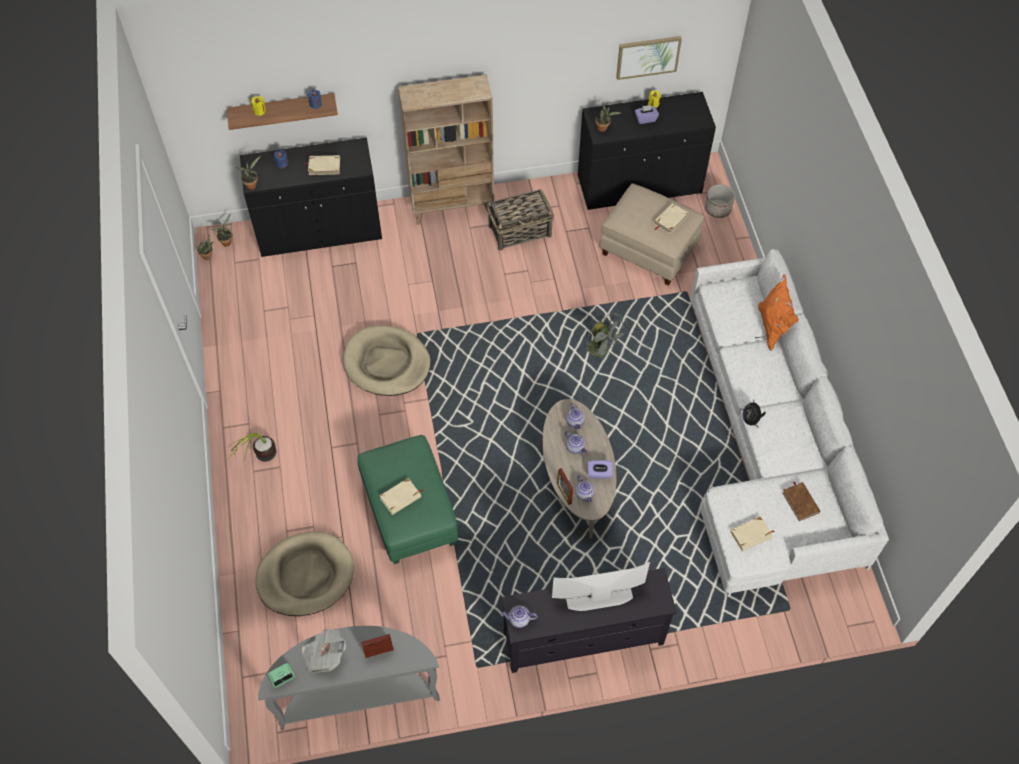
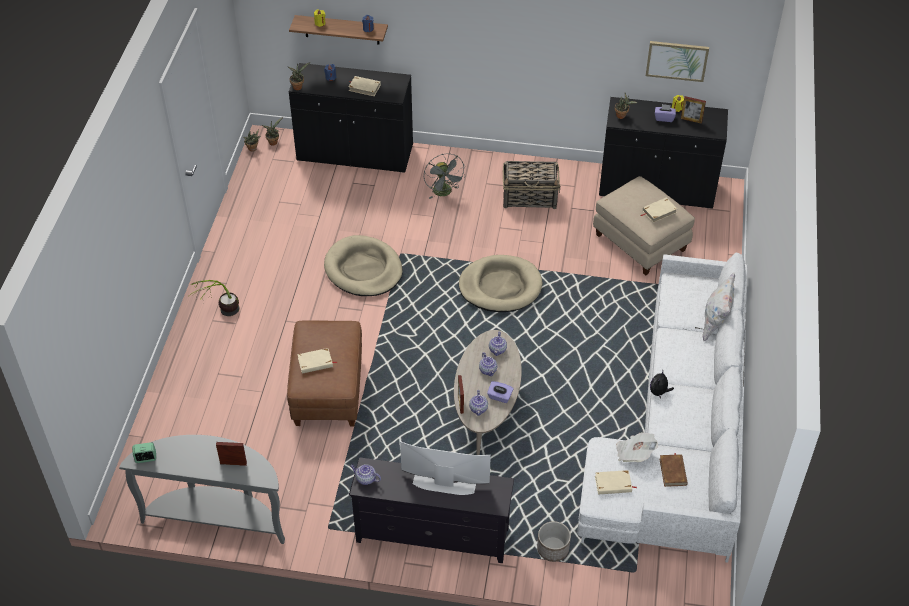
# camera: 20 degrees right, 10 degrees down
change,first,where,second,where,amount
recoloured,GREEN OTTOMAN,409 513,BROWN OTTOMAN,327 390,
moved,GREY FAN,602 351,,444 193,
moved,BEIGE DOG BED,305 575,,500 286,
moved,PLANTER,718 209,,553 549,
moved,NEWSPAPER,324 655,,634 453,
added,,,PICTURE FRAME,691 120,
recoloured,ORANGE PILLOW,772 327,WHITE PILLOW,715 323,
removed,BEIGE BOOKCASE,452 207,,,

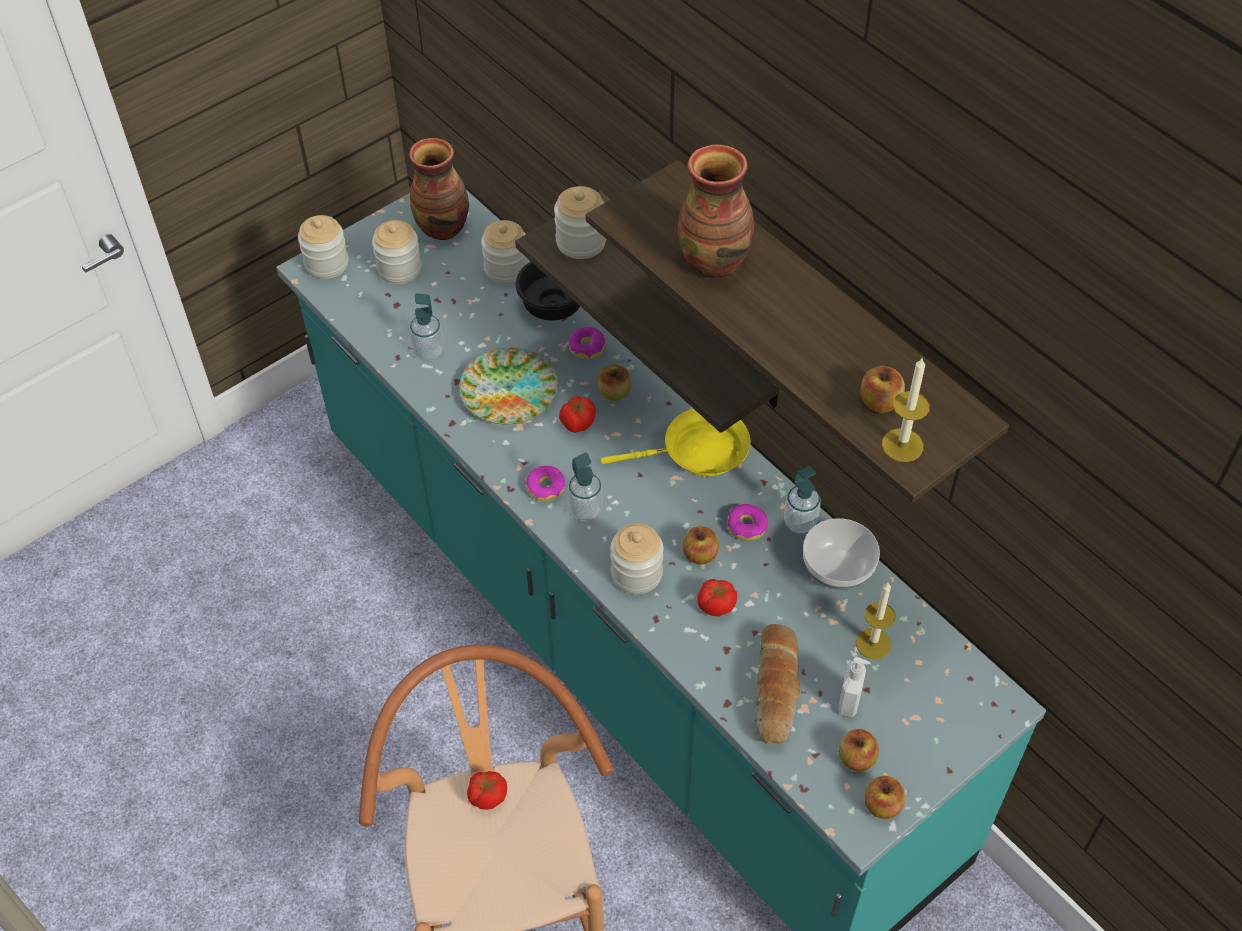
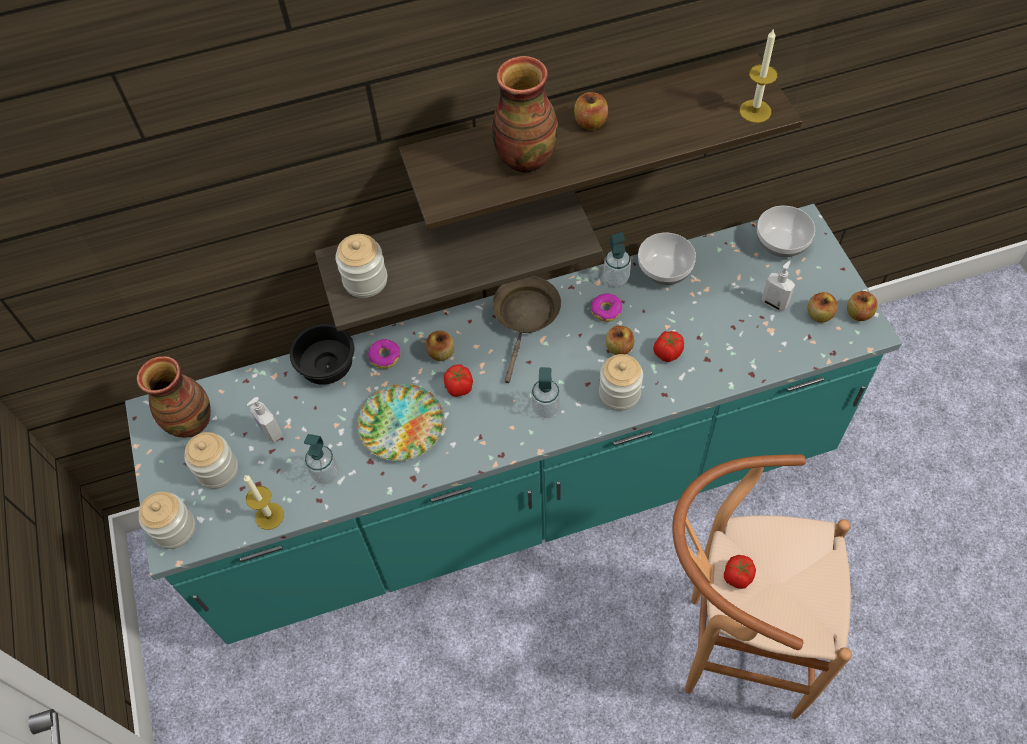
# camera: 65 degrees left, 5 degrees up
change,first,where,second,where,amount
moved,CANDLE,873 643,,269 516,
added,,,SOAP DISPENSER,270 432,
recoloured,YELLOW FRYING PAN,698 453,BROWN FRYING PAN,526 318,
moved,APPLE,879 402,,590 122,
added,,,BOWL,780 243,
removed,JAR,506 269,,,
removed,DONUT,546 487,,,
removed,BREAD,776 691,,,

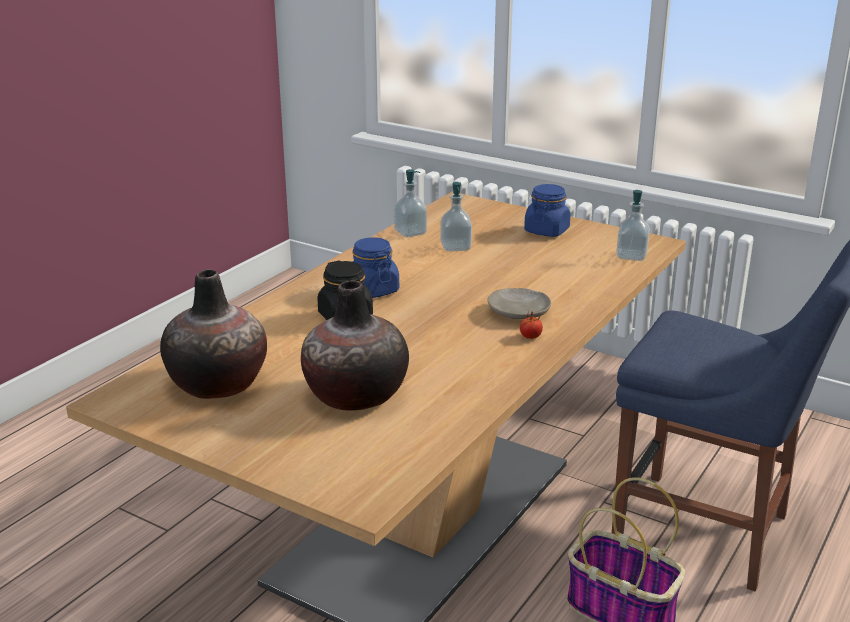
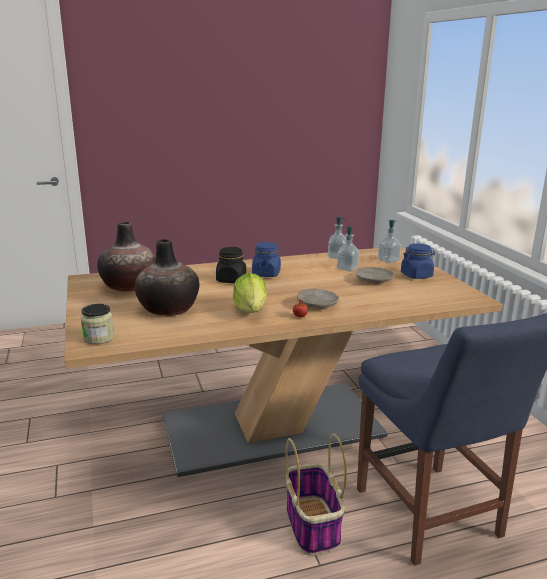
# camera: 40 degrees right, 5 degrees down
change,first,where,second,where,amount
added,,,JAR,98 338,
added,,,LETTUCE,251 310,
added,,,BEIGE PLATE,373 280,
moved,SOAP DISPENSER,631 256,,388 260,

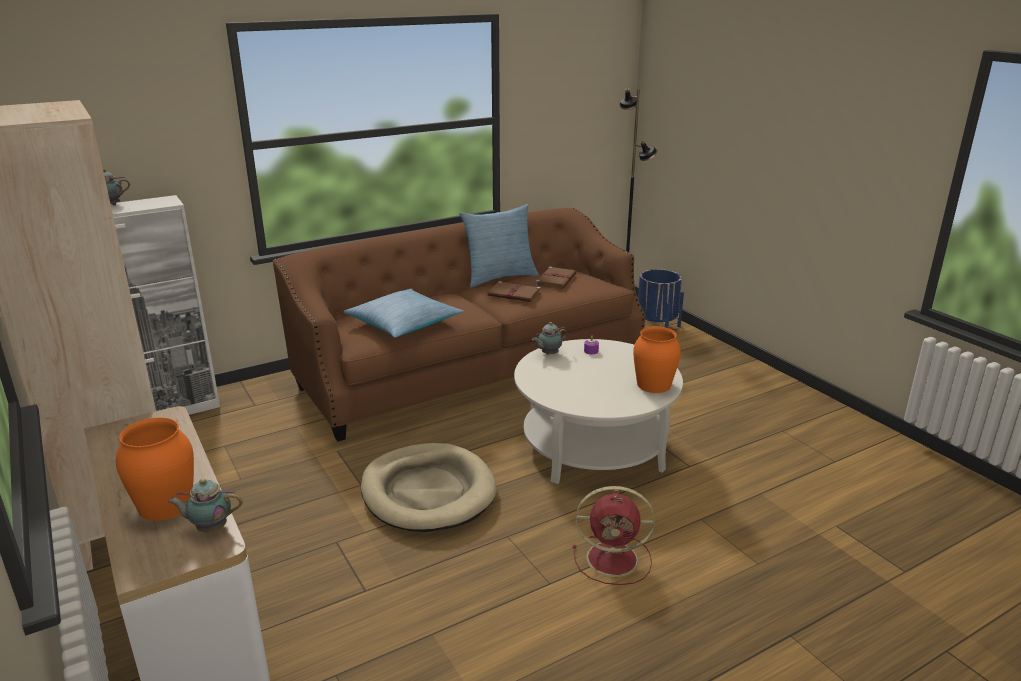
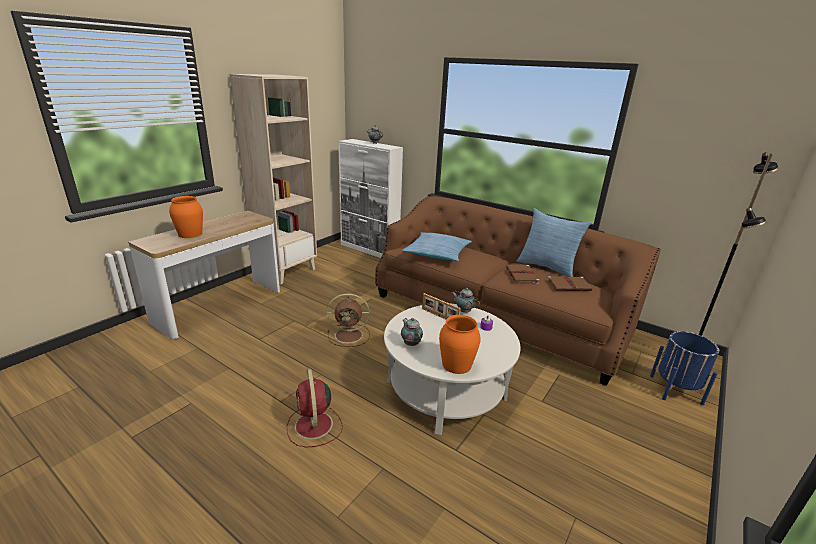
# camera: 65 degrees right, 0 degrees up
change,first,where,second,where,amount
replaced,BEIGE DOG BED,428 492,BROWN FAN,350 335,
moved,TEAPOT,210 528,,410 343,
added,,,PICTURE FRAME,439 316,

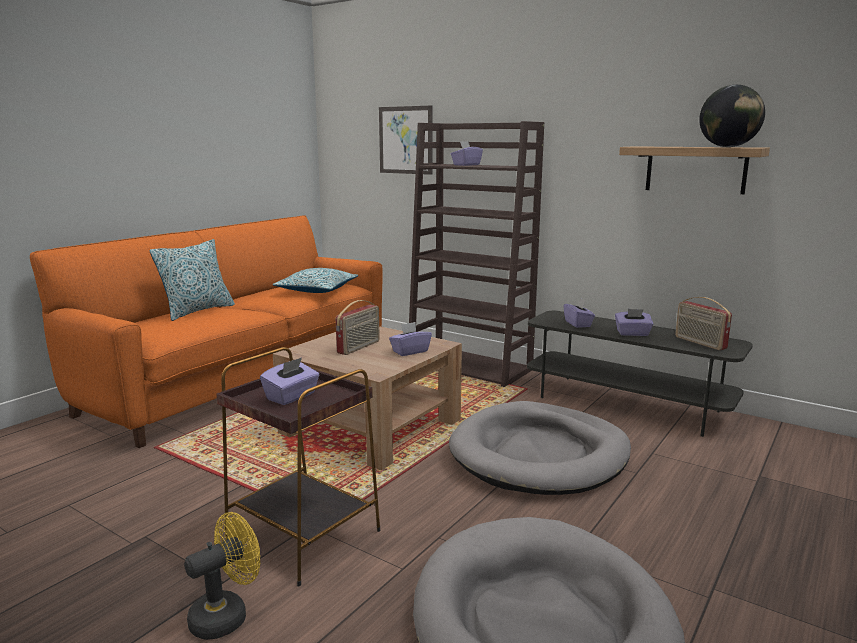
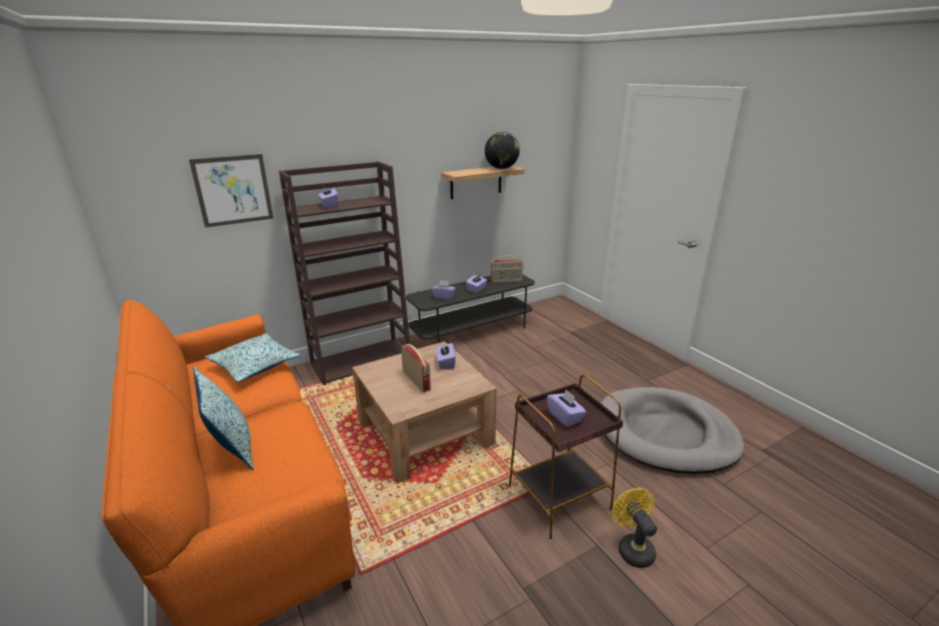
# camera: 65 degrees left, 10 degrees up
change,first,where,second,where,amount
removed,GREY DOG BED,539 454,,,

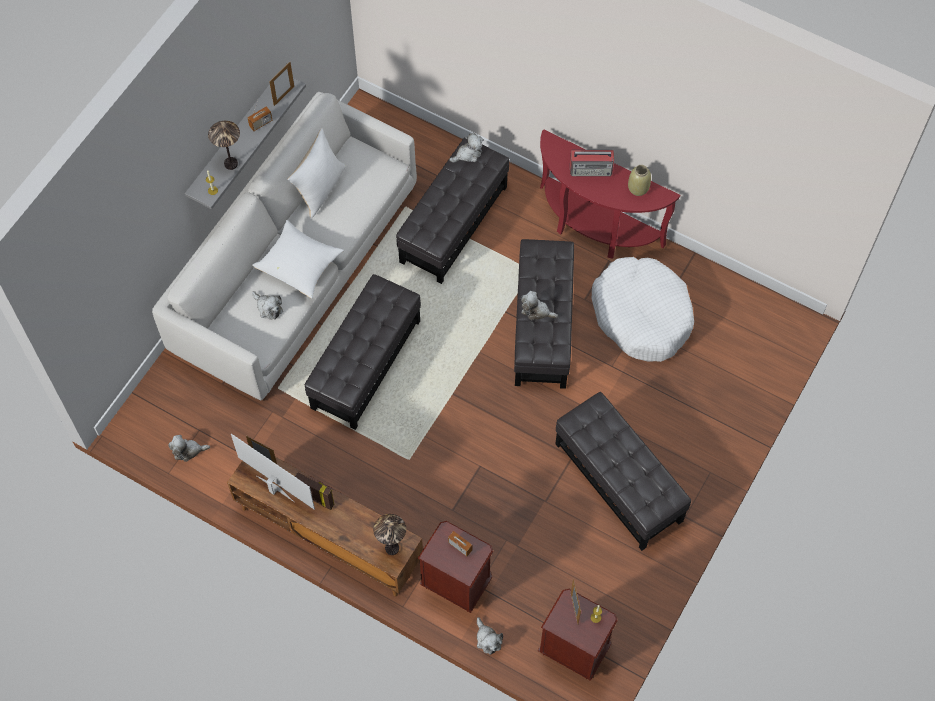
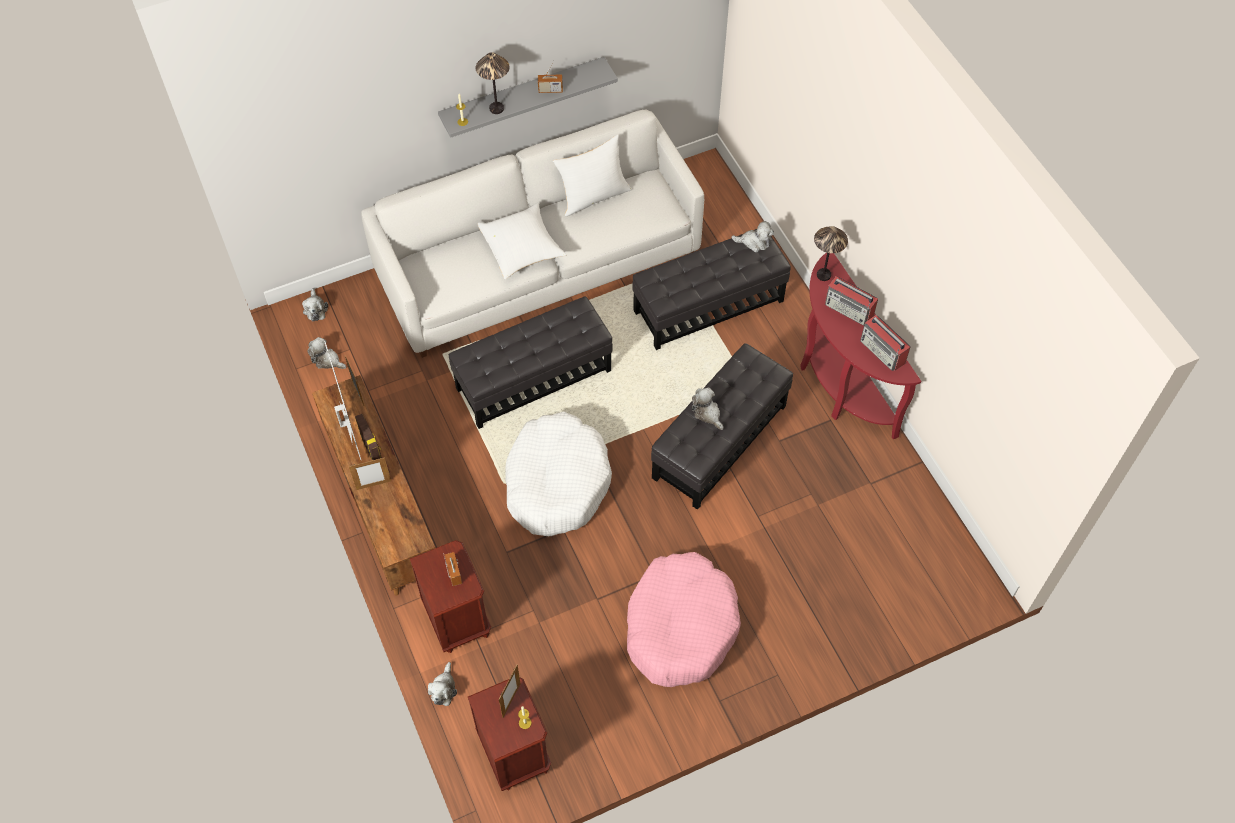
# camera: 35 degrees right, 5 degrees down
change,first,where,second,where,amount
moved,PLUSH TOY,268 308,,315 309,
moved,PICTURE FRAME,284 96,,373 485,
moved,WHITE DOG BED,641 315,,556 482,
replaced,BLACK OTTOMAN,619 482,PINK DOG BED,680 626,
moved,TABLE LAMP,392 548,,823 275,
replaced,BEIGE VASE,638 188,RADIO,883 352,

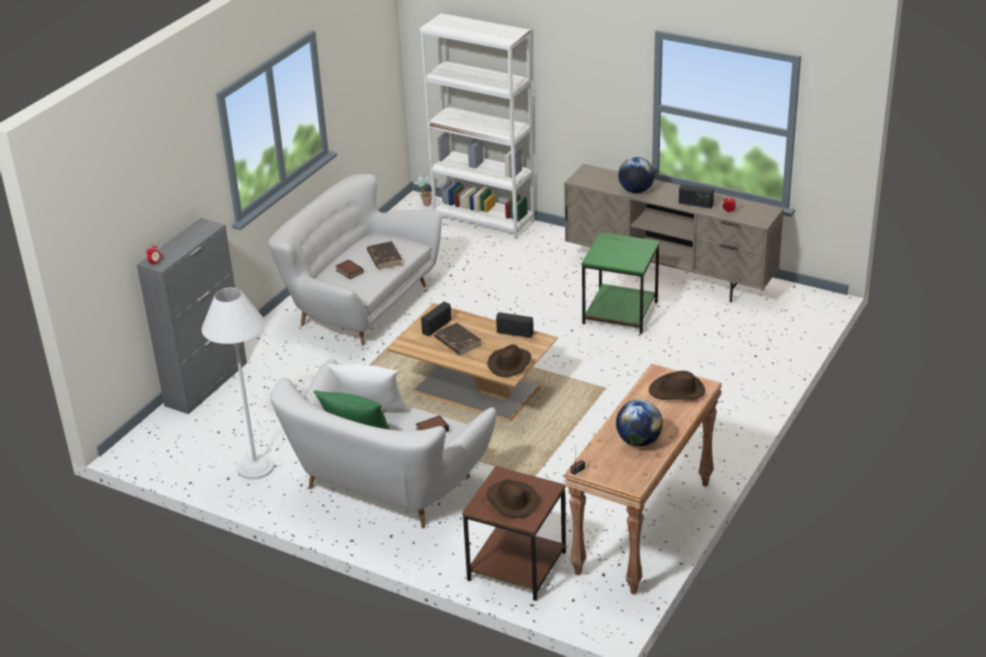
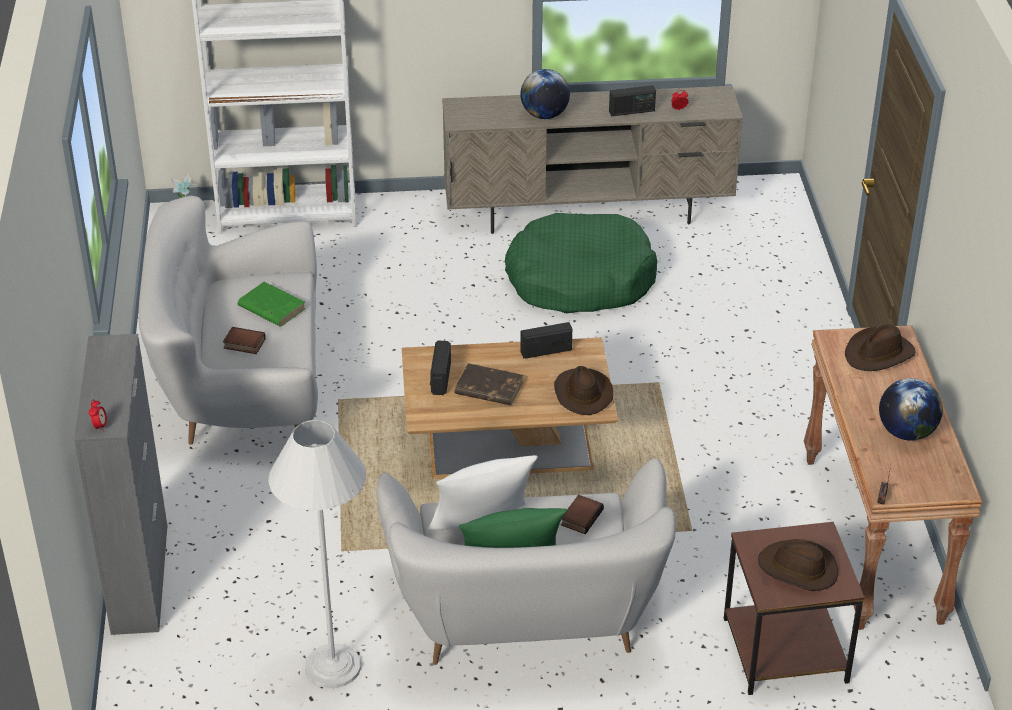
# camera: 35 degrees left, 5 degrees up
change,first,where,second,where,amount
recoloured,BROWN BOOK,384 257,GREEN BOOK,271 307,
replaced,GREEN SIDE TABLE,621 312,GREEN DOG BED,579 279,

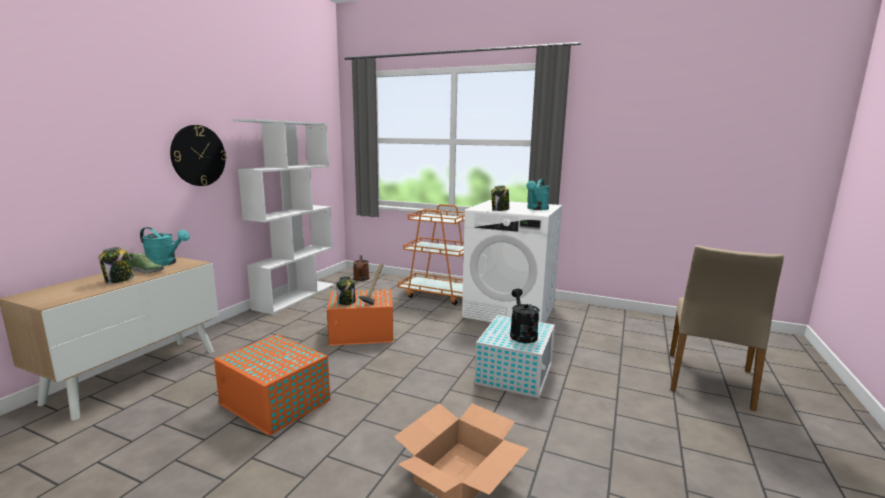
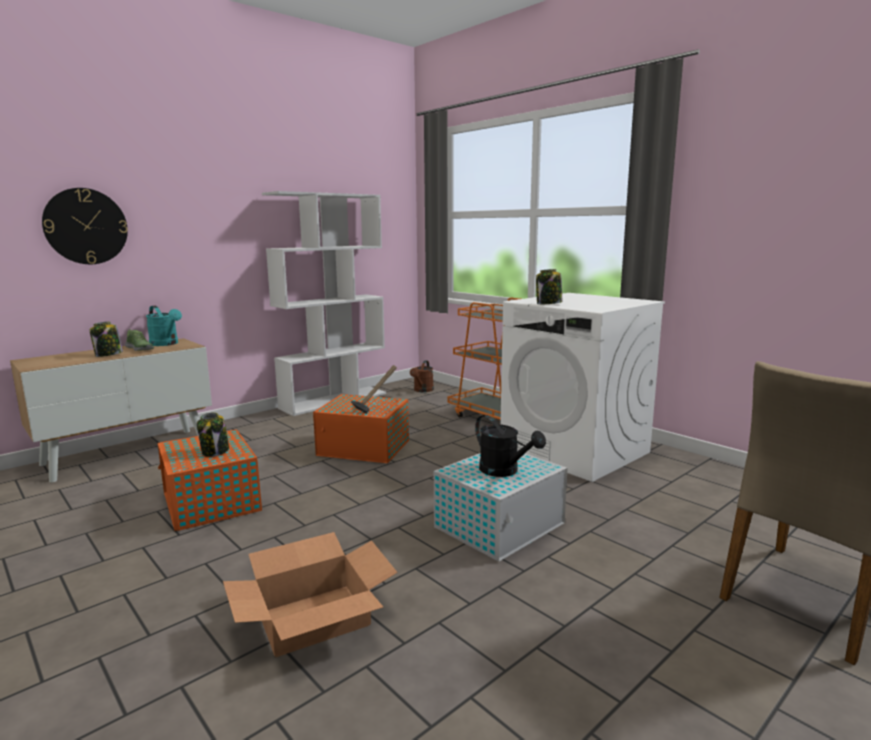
# camera: 25 degrees right, 0 degrees up
change,first,where,second,where,amount
moved,WALL CLOCK,198 155,,86 226,
moved,JAR,346 302,,215 451,
turned,BLACK WATERING CAN,521 334,,504 471,120 degrees clockwise
removed,TURQUOISE WATERING CAN,536 209,,,

